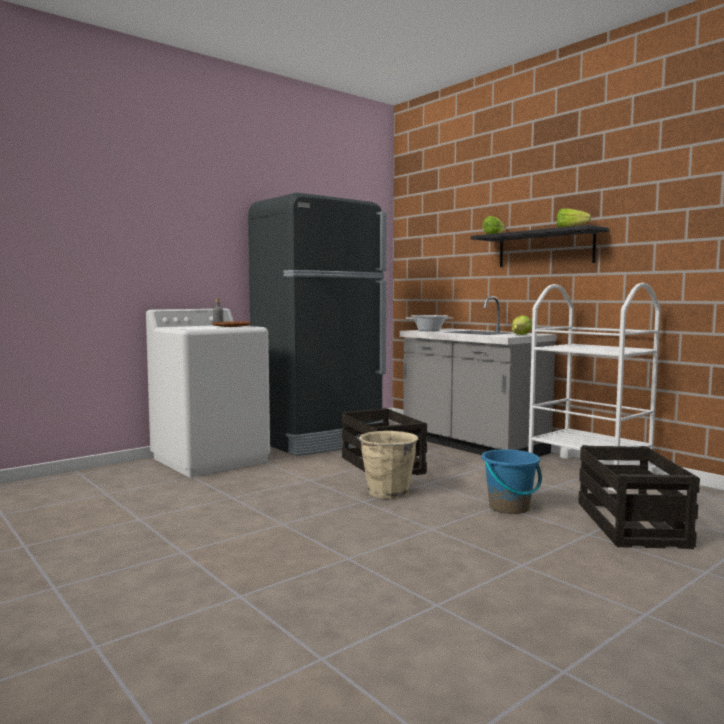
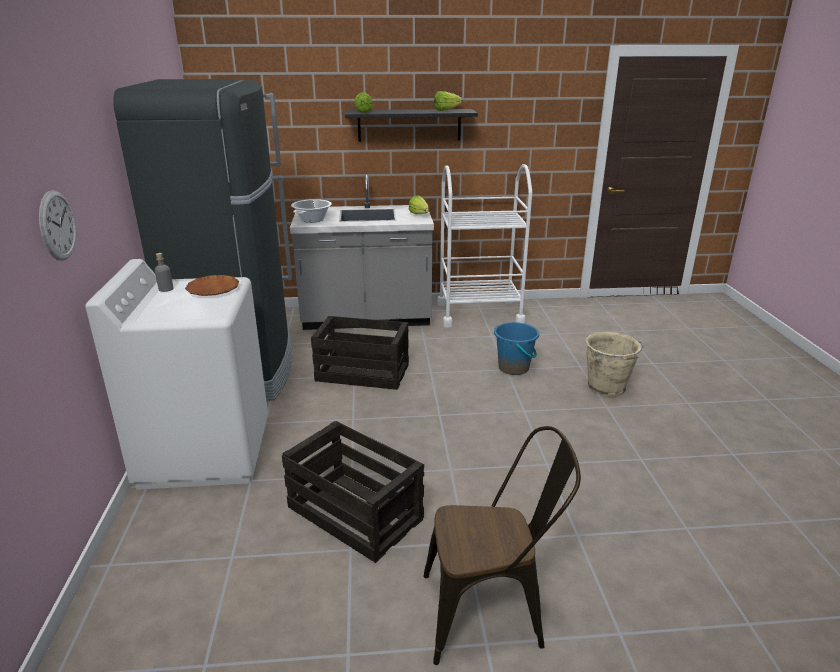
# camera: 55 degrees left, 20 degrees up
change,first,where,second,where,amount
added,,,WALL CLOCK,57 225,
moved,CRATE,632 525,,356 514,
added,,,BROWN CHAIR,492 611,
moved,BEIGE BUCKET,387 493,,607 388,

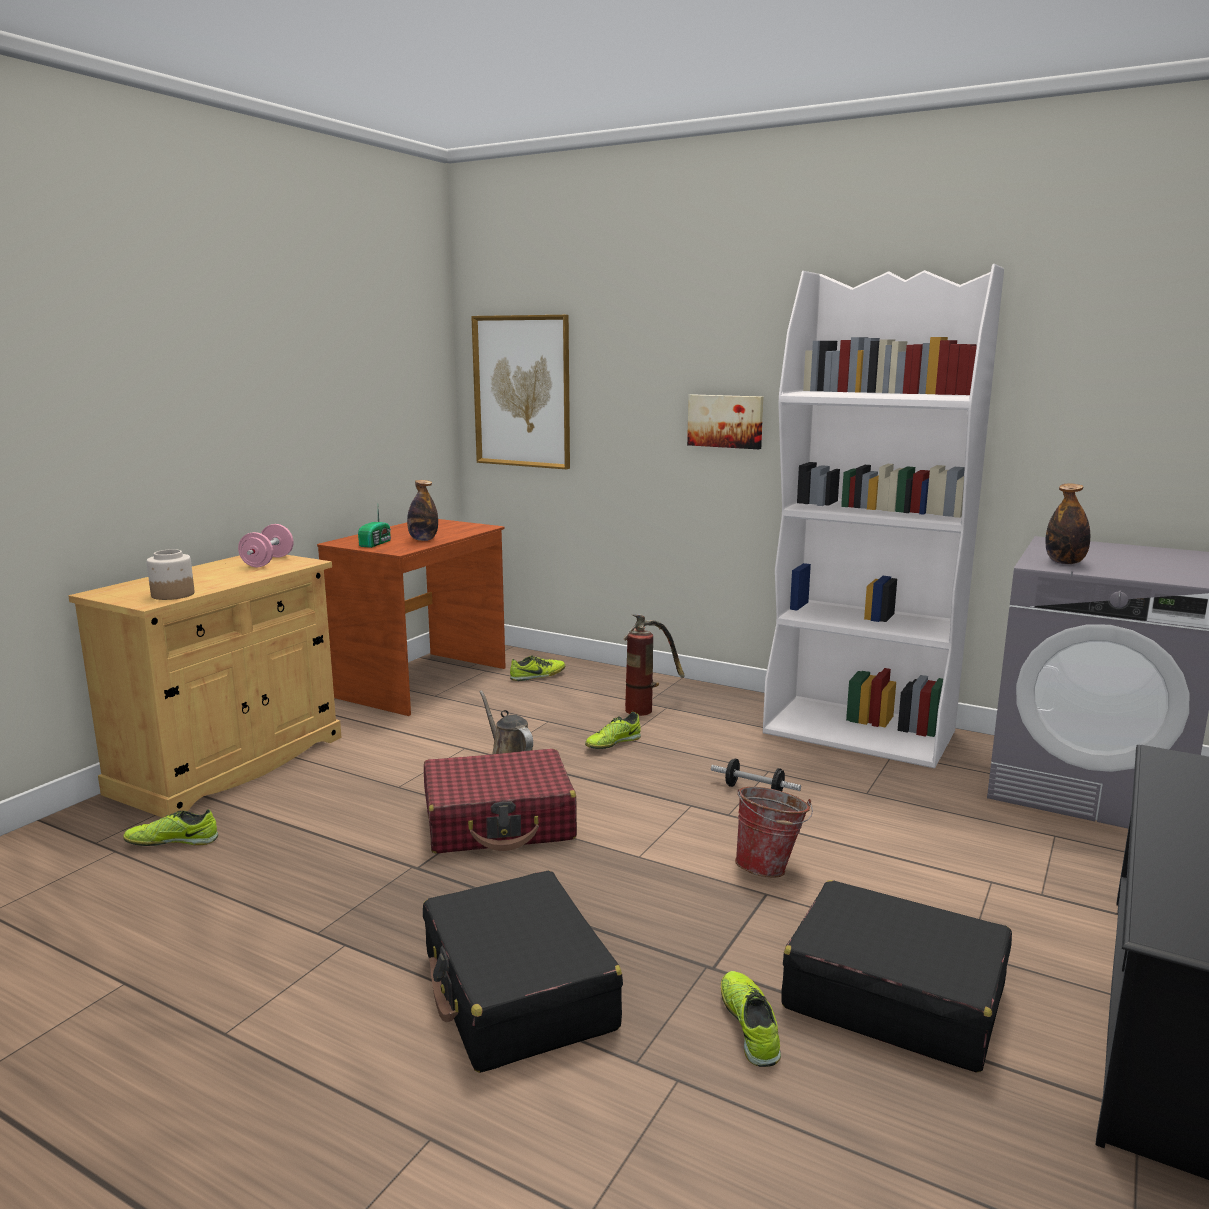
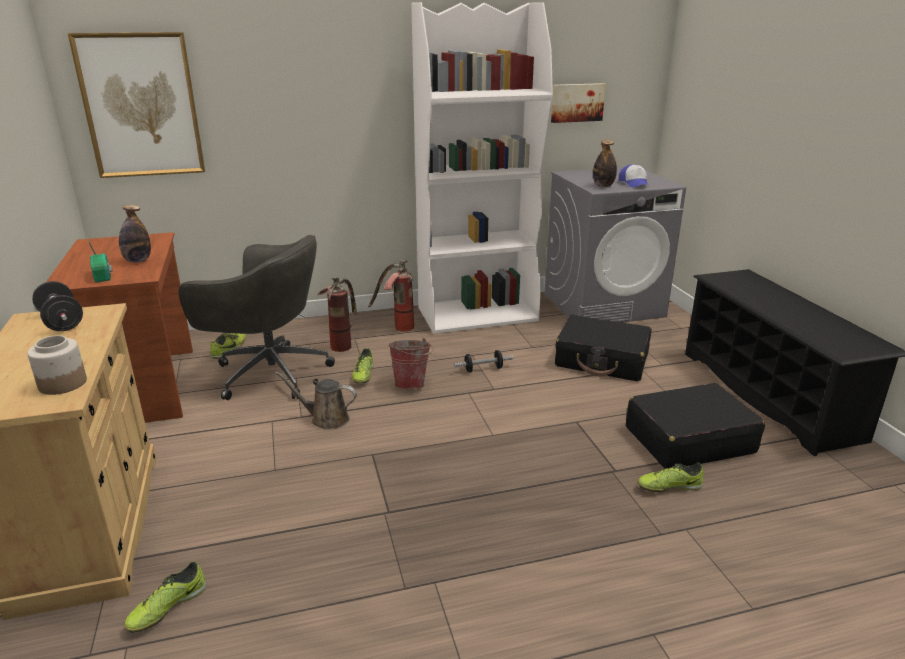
# camera: 45 degrees left, 10 degrees up
change,first,where,second,where,amount
recoloured,PINK DUMBBELL,268 562,BLACK DUMBBELL,61 322,
added,,,GREY OFFICE CHAIR,269 373,
added,,,FIRE EXTINGUISHER,396 327,
moved,BUCKET,770 868,,412 384,
moved,PICTURE,725 421,,577 102,
moved,BLACK SUITCASE,518 992,,602 360,
added,,,CAP,634 183,
turned,SHOE,750 1025,,669 486,45 degrees counterclockwise
removed,RED SUITCASE,499 822,,,

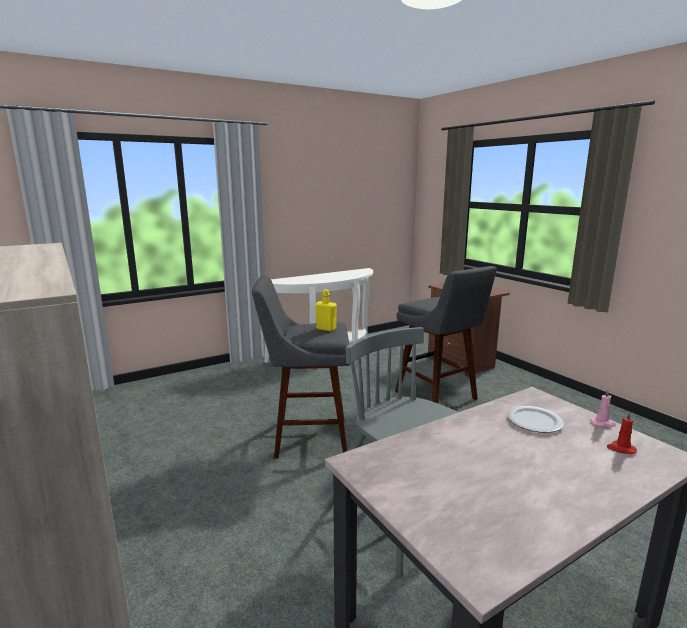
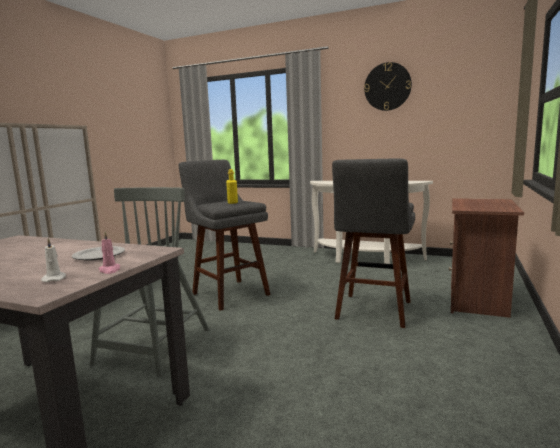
# camera: 55 degrees right, 5 degrees down
change,first,where,second,where,amount
recoloured,RED CANDLE,620 449,WHITE CANDLE,54 278,
added,,,WALL CLOCK,387 86,

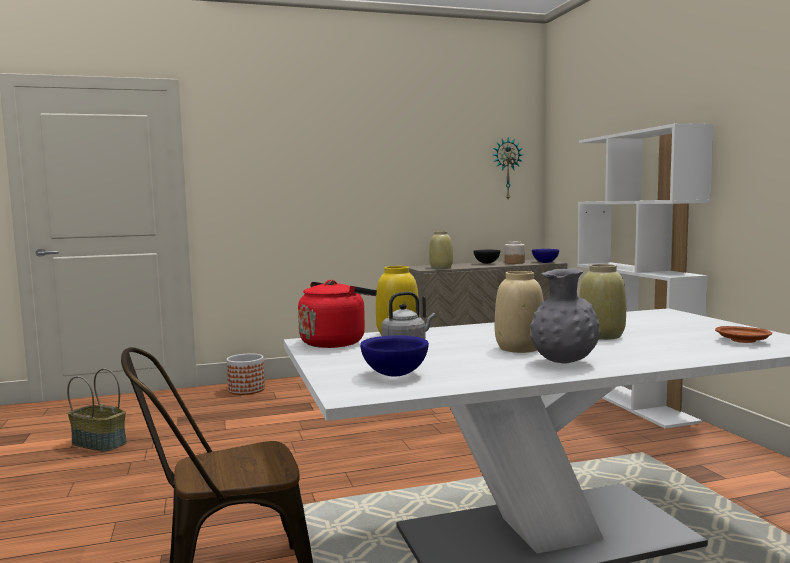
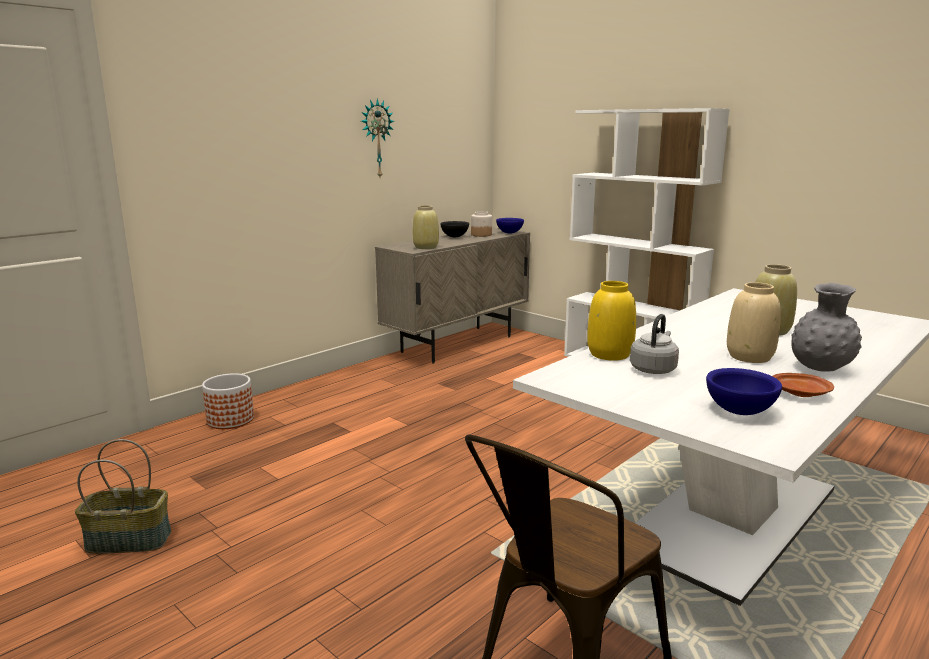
# camera: 30 degrees left, 10 degrees up
change,first,where,second,where,amount
moved,WALL CLOCK,506 169,,376 139,
moved,BROWN PLATE,743 341,,801 393,
removed,RED KETTLE,335 342,,,

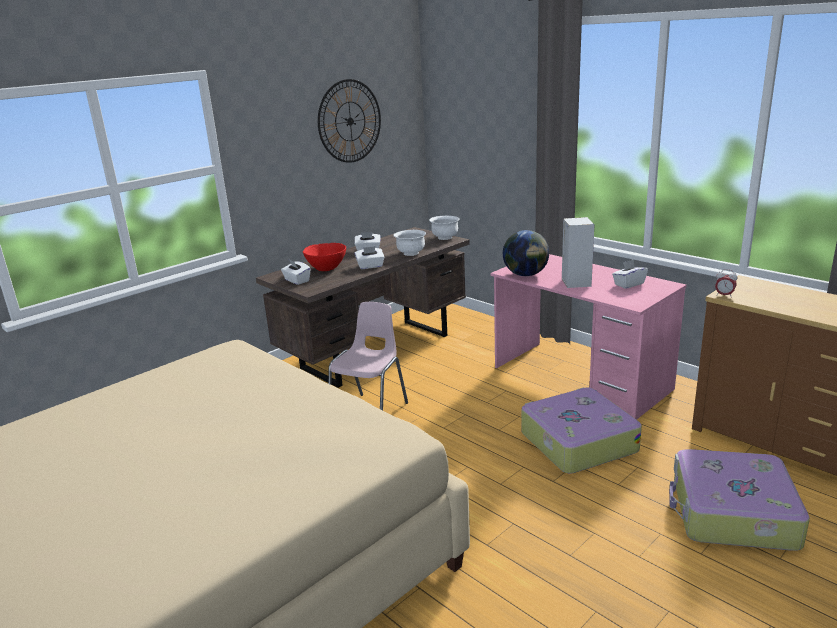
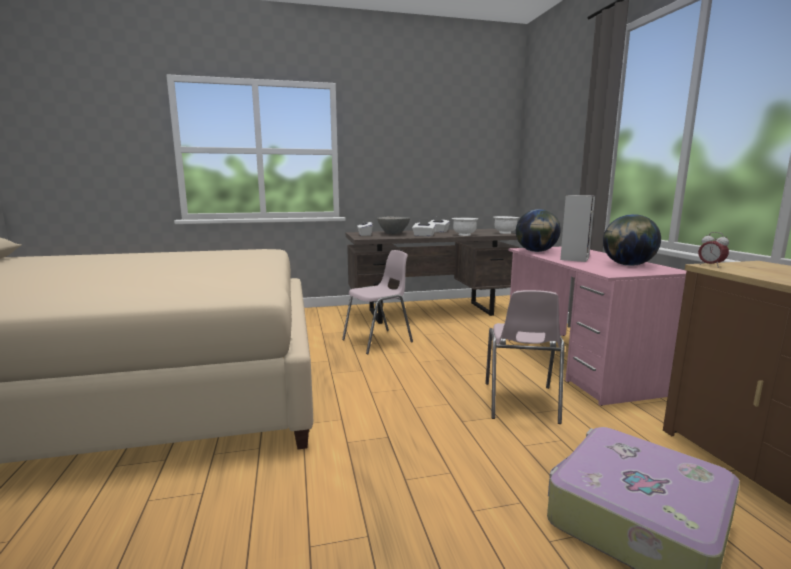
# camera: 30 degrees right, 10 degrees down
change,first,where,second,where,amount
recoloured,RED BOWL,326 269,GREY BOWL,393 234,
replaced,SUITCASE,577 442,PINK CHAIR,520 403,
replaced,WHITE TISSUE BOX,628 284,GLOBE,628 265,
removed,WALL CLOCK,350 121,,,

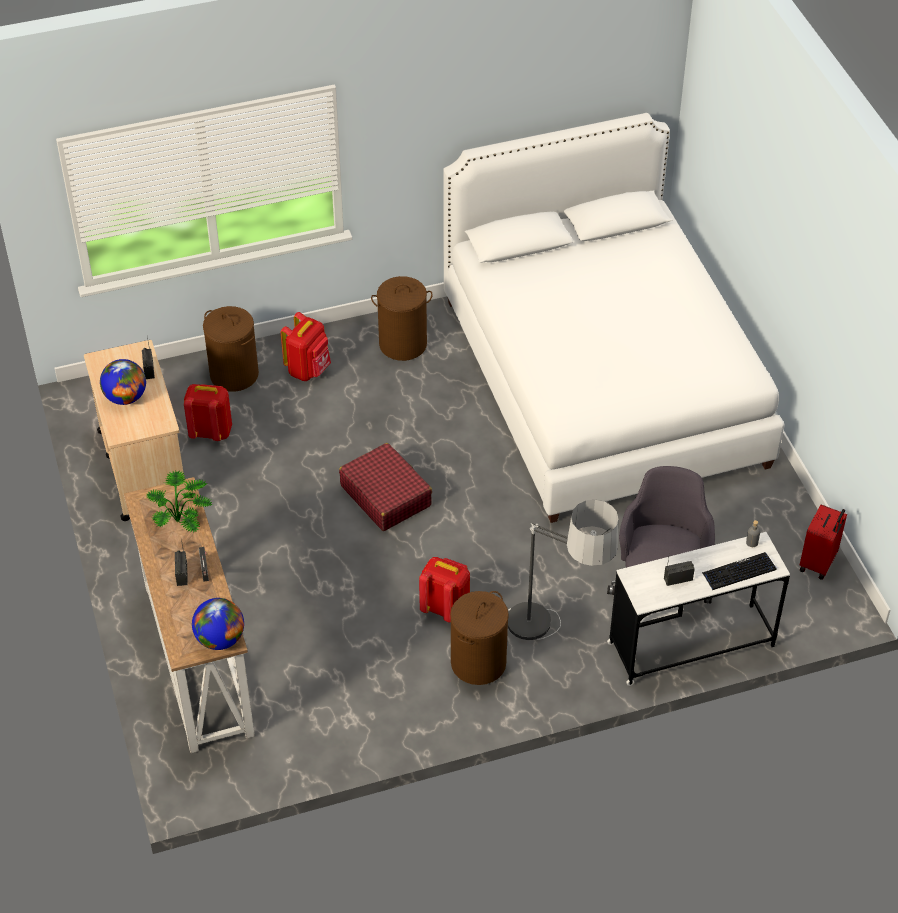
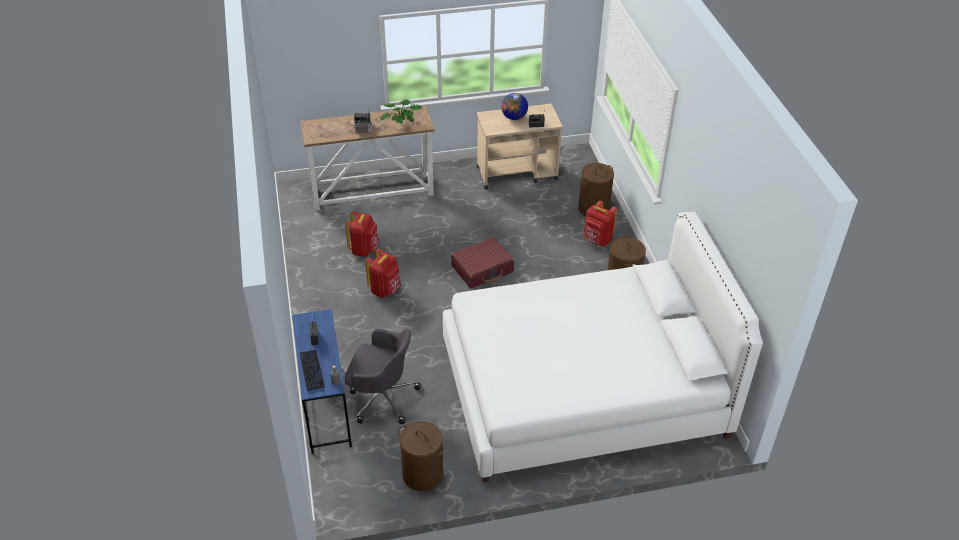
# camera: 95 degrees right, 5 degrees down
change,first,where,second,where,amount
recoloured,WHITE DESK,691 645,BLUE DESK,325 406,
moved,RED BACKPACK,210 431,,364 249,
moved,BROWN LAUNDRY BASKET,478 663,,422 474,
removed,GLOBE,220 639,,,
removed,FLOOR LAMP,555 644,,,
removed,RED SUITCASE,818 563,,,

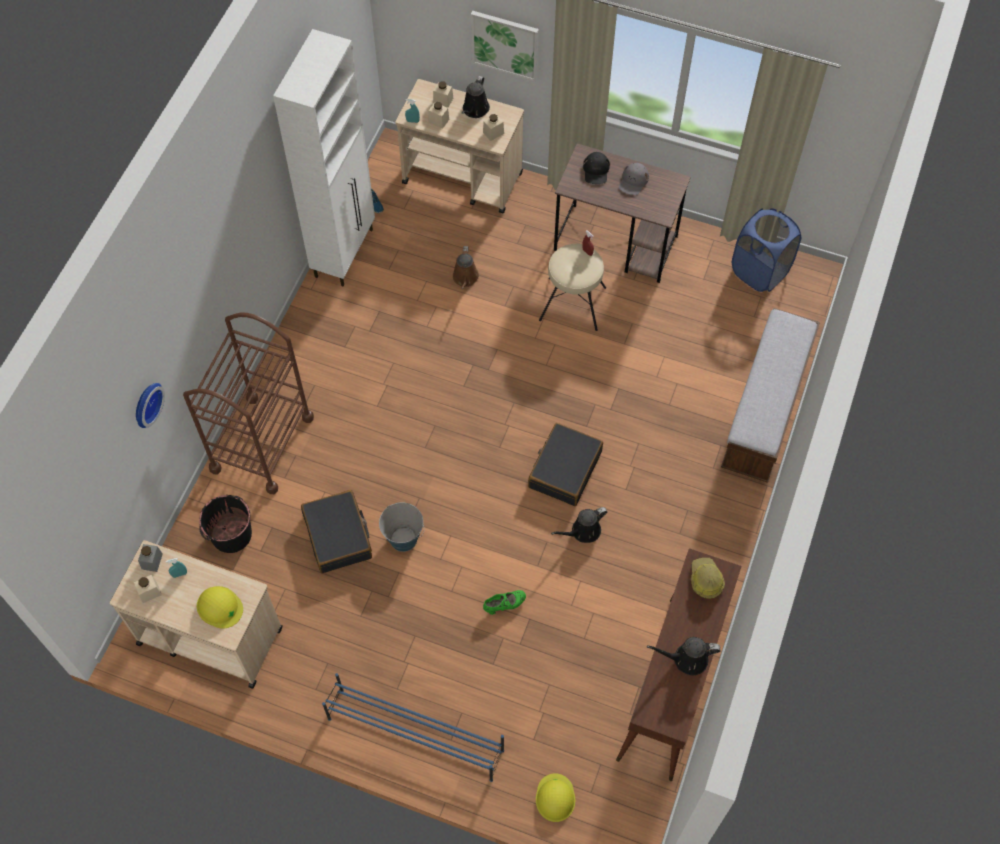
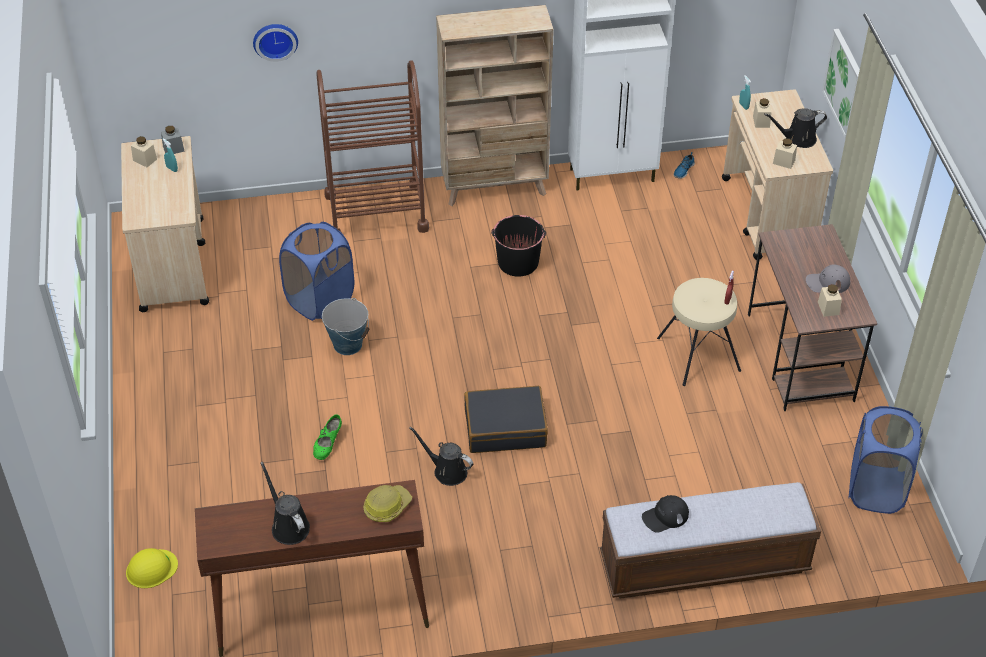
# camera: 60 degrees right, 15 degrees down
change,first,where,second,where,amount
replaced,BLACK SUITCASE,338 536,BLUE LAUNDRY BASKET,320 300,
turned,GREEN SHOE,504 605,,328 445,75 degrees clockwise
added,,,BEIGE BOOKCASE,495 187,
moved,BLACK BUCKET,231 534,,518 262,
moved,BLACK CAP,596 170,,665 516,
moved,BEIGE JAR,443 100,,828 308,
removed,YELLOW HARD HAT,219 607,,,
removed,BLUE SHOE RACK,414 734,,,
removed,BROWN WATERING CAN,465 278,,,

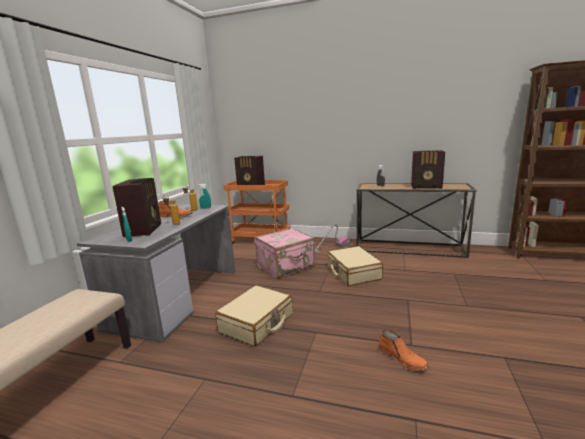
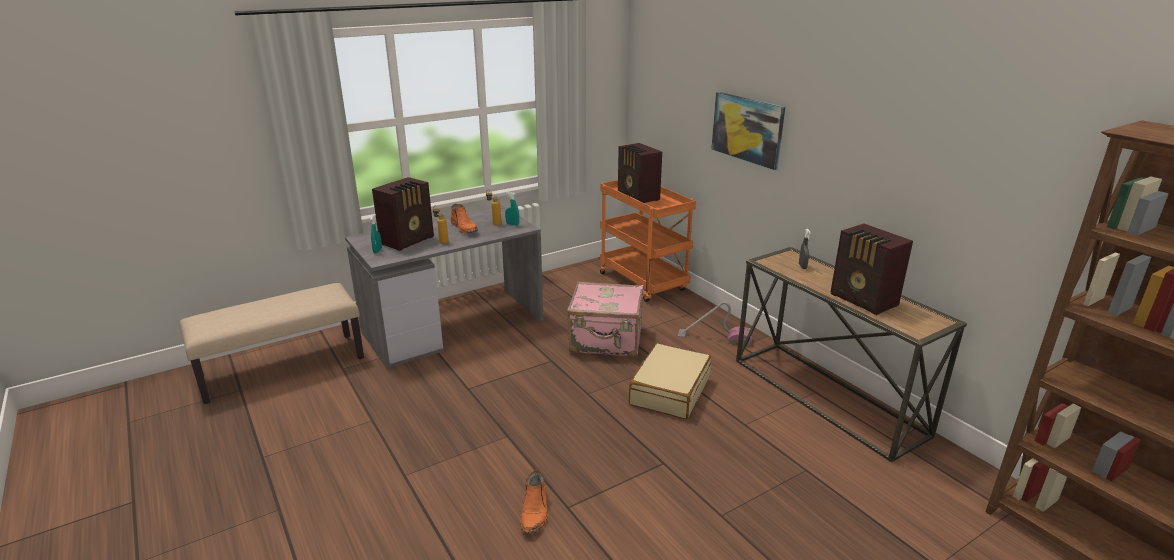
# camera: 40 degrees right, 10 degrees up
change,first,where,second,where,amount
added,,,PICTURE,747 129,
removed,BEIGE SUITCASE,257 323,,,

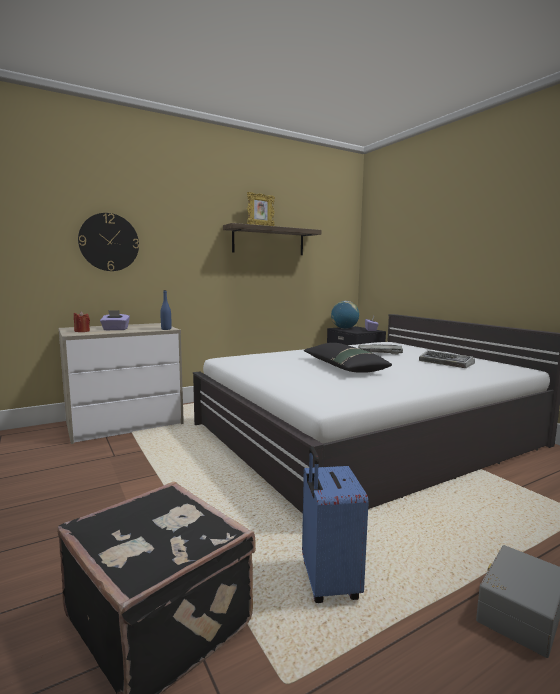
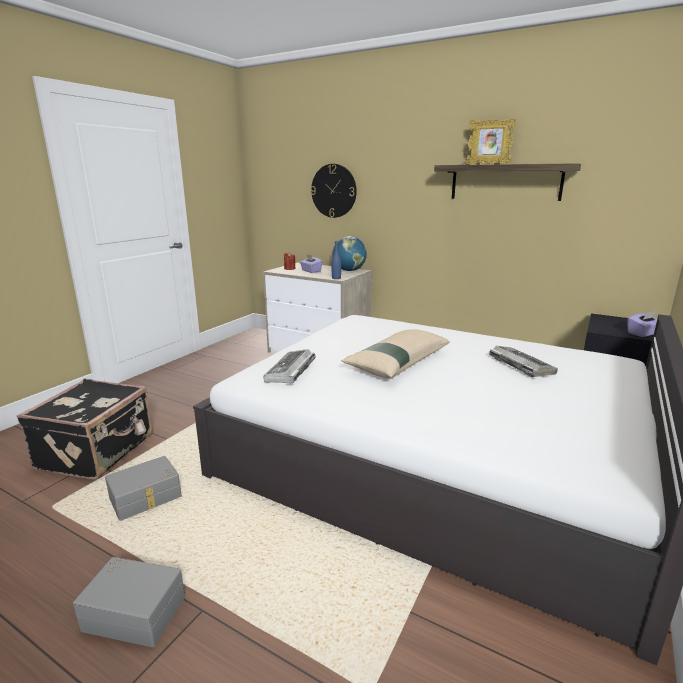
# camera: 60 degrees right, 10 degrees up
change,first,where,second,where,amount
replaced,BLUE SUITCASE,327 582,GREY STORAGE BOX,146 499,
moved,KEYBOARD,446 363,,290 371,
moved,GLOBE,344 328,,349 270,
recoloured,BLACK PILLOW,343 367,BEIGE PILLOW,397 362,

